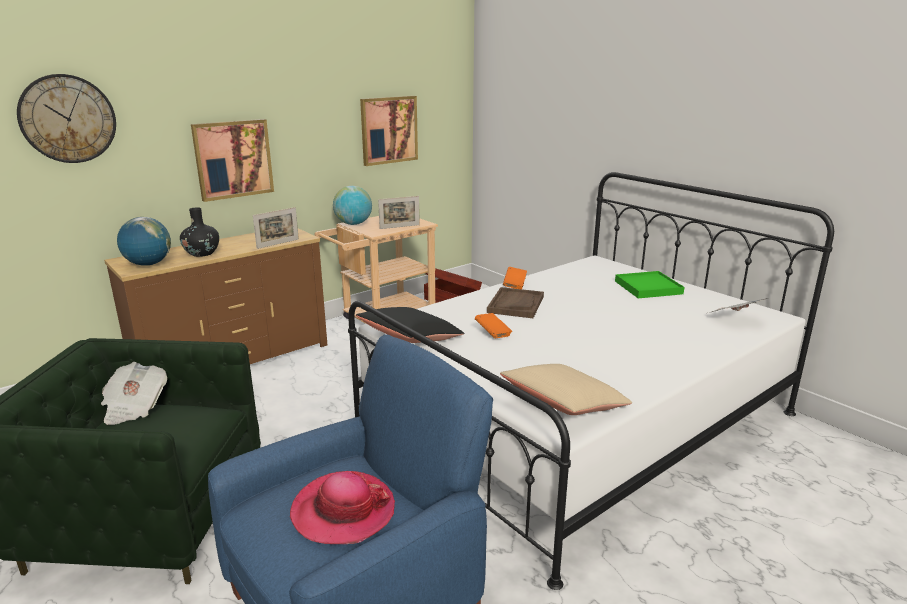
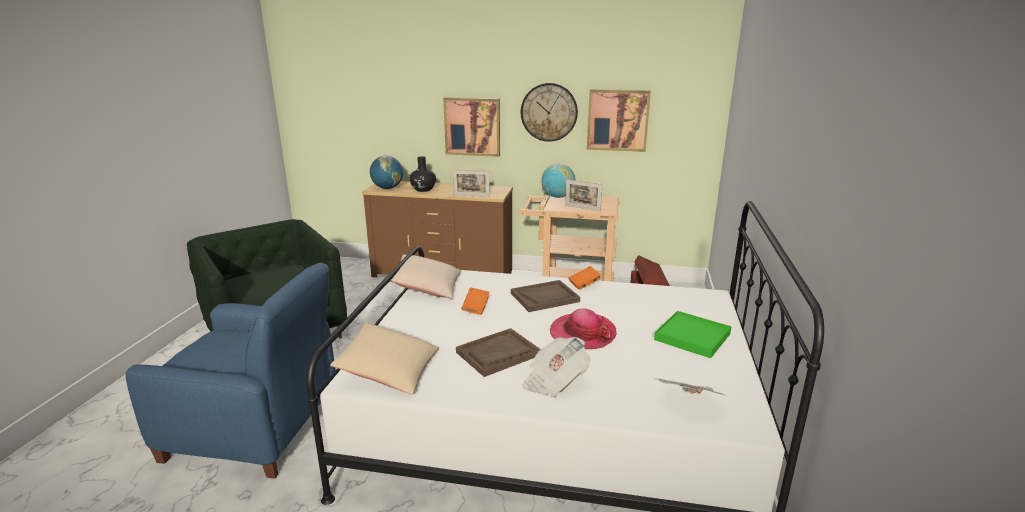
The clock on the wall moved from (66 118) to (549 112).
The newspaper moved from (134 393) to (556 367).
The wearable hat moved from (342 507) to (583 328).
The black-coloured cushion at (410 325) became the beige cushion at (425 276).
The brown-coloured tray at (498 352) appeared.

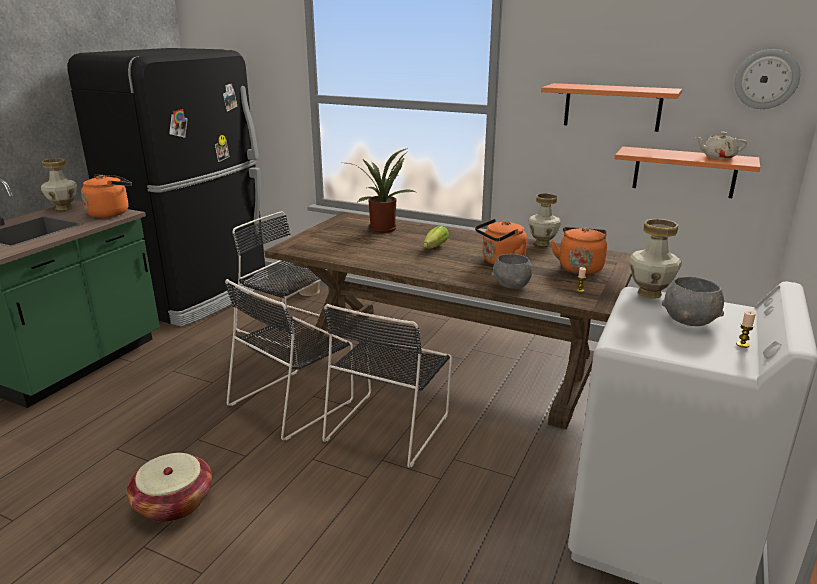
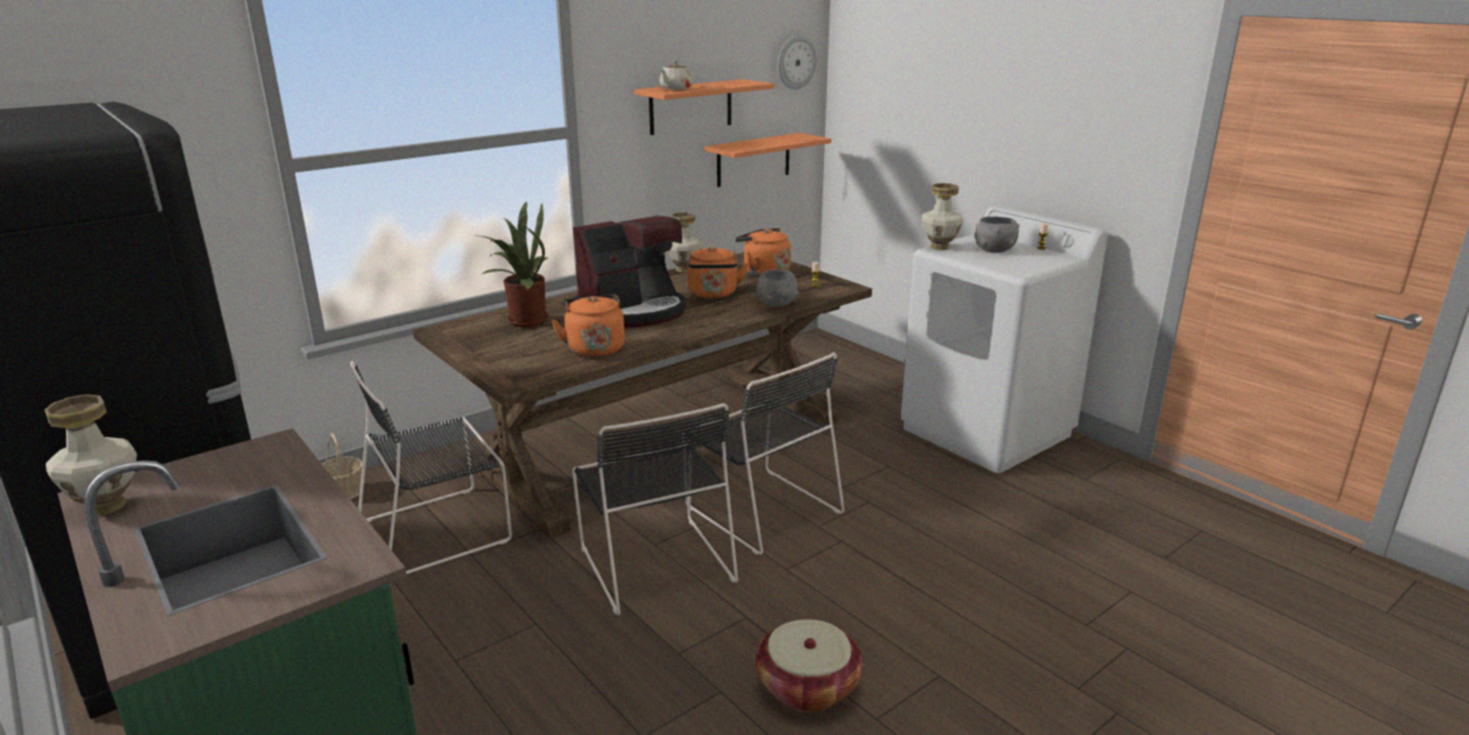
The orangey water kettle moved from (106 196) to (588 325).
The head of lettuce at (436 237) was replaced by the coffee maker at (629 271).
The beige tea pot moved from (721 145) to (676 75).

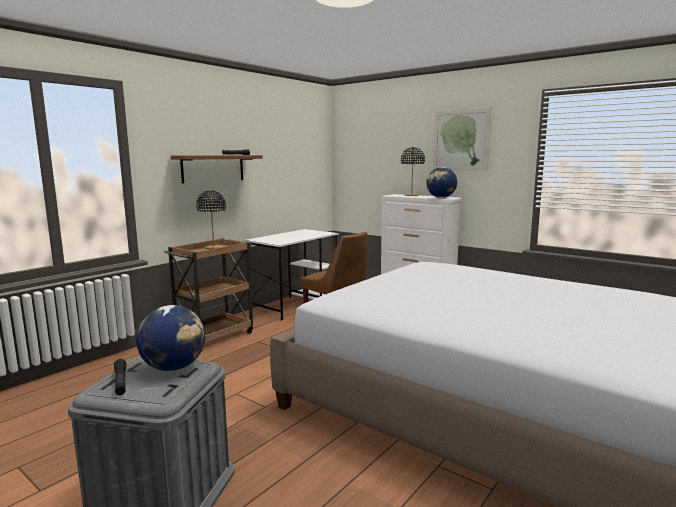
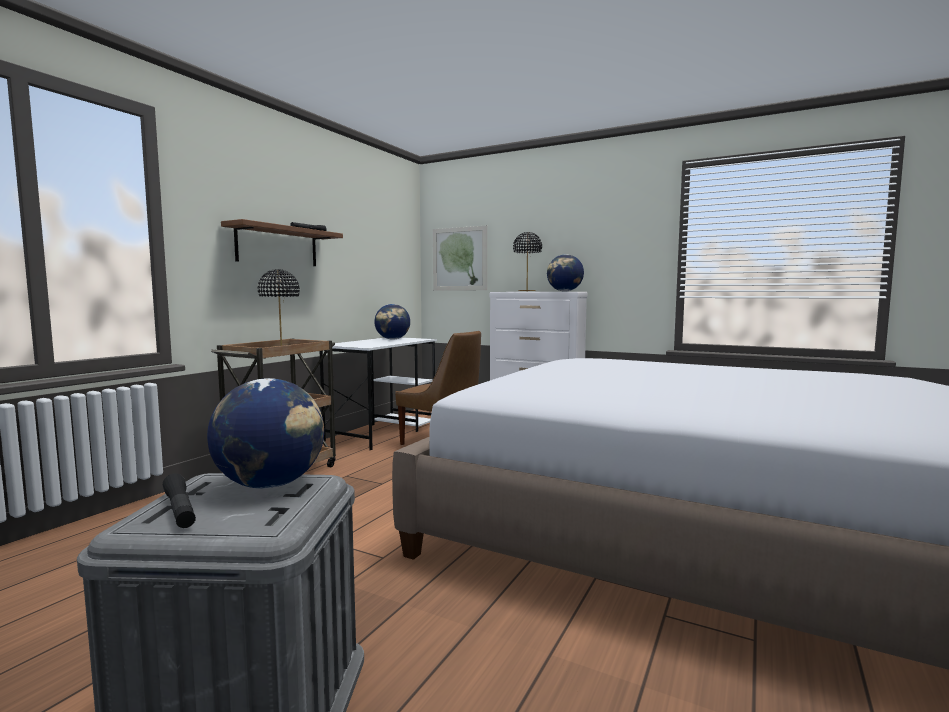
The wall picture moved from (462 139) to (460 258).
The desk globe at (392 322) appeared.

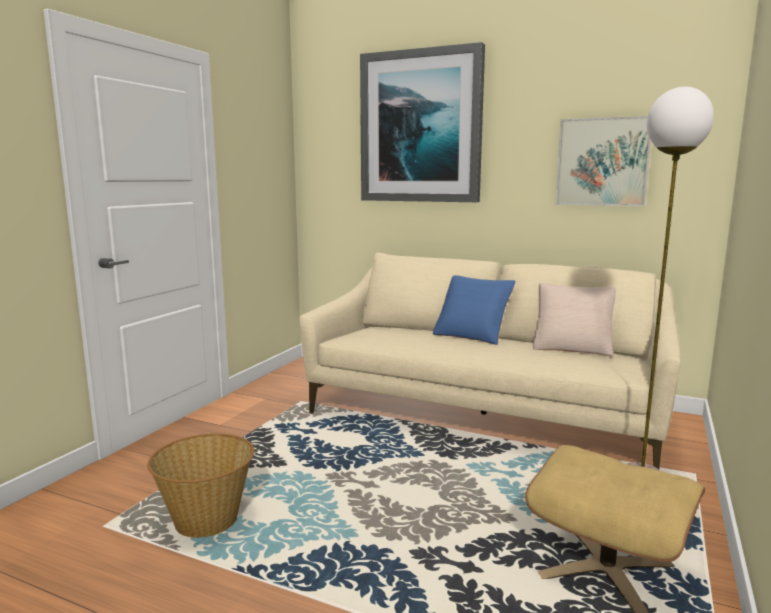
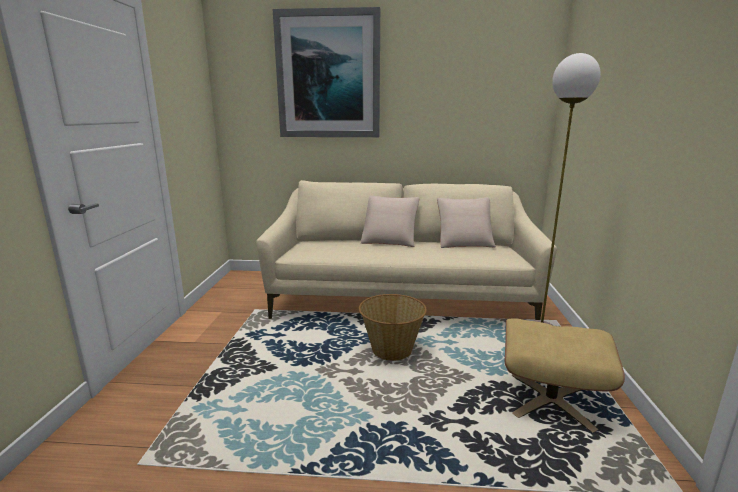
The storage basket moved from (201 485) to (393 327).
The blue cushion at (474 310) became the beige cushion at (390 221).
The wall picture at (603 161) disappeared.

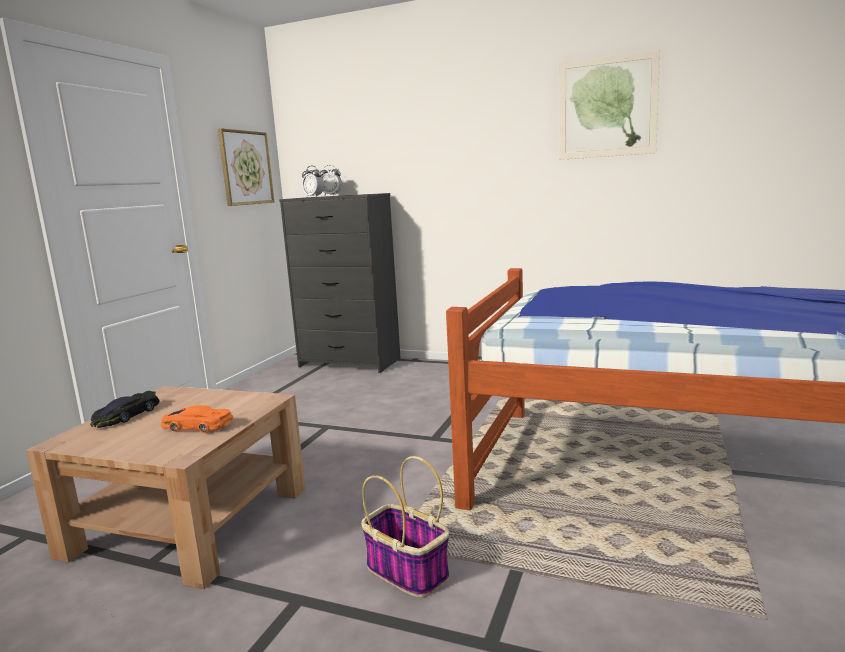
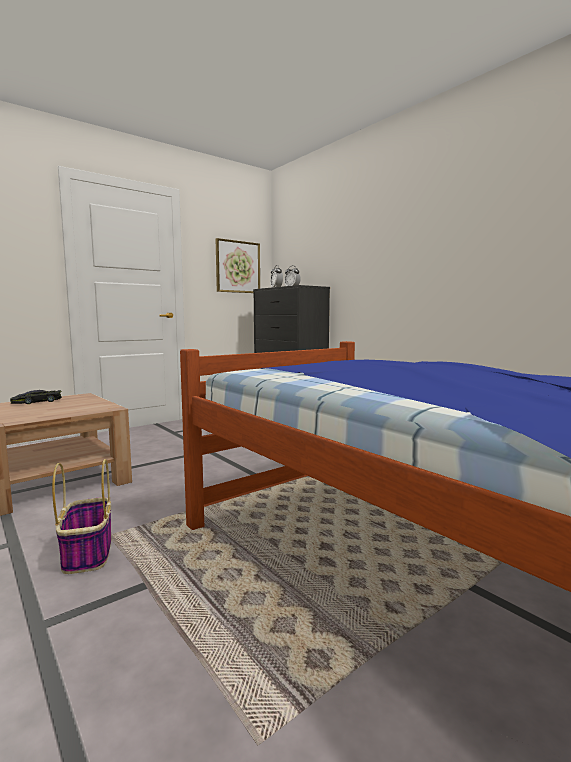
The orangey toy car at (197 419) disappeared.
The wall picture at (609 105) disappeared.

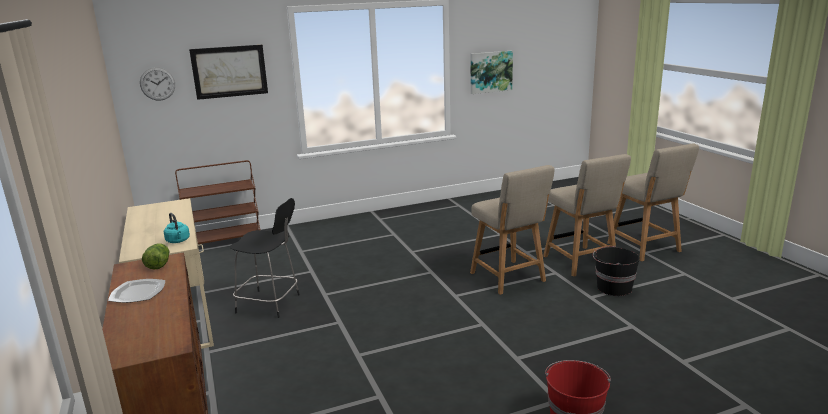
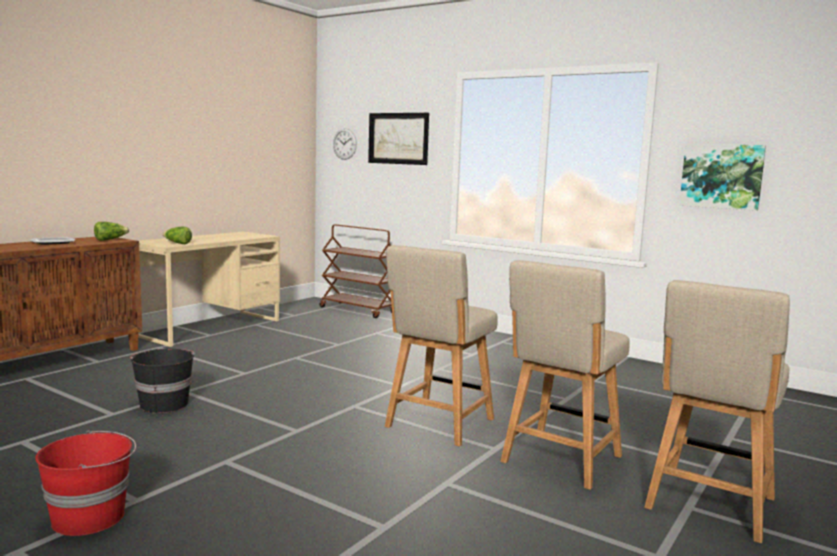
The turquoise-coloured water kettle at (177 228) was replaced by the head of lettuce at (177 235).
The black-coloured sitting stool at (265 258) disappeared.
The black-coloured pail moved from (616 271) to (162 381).

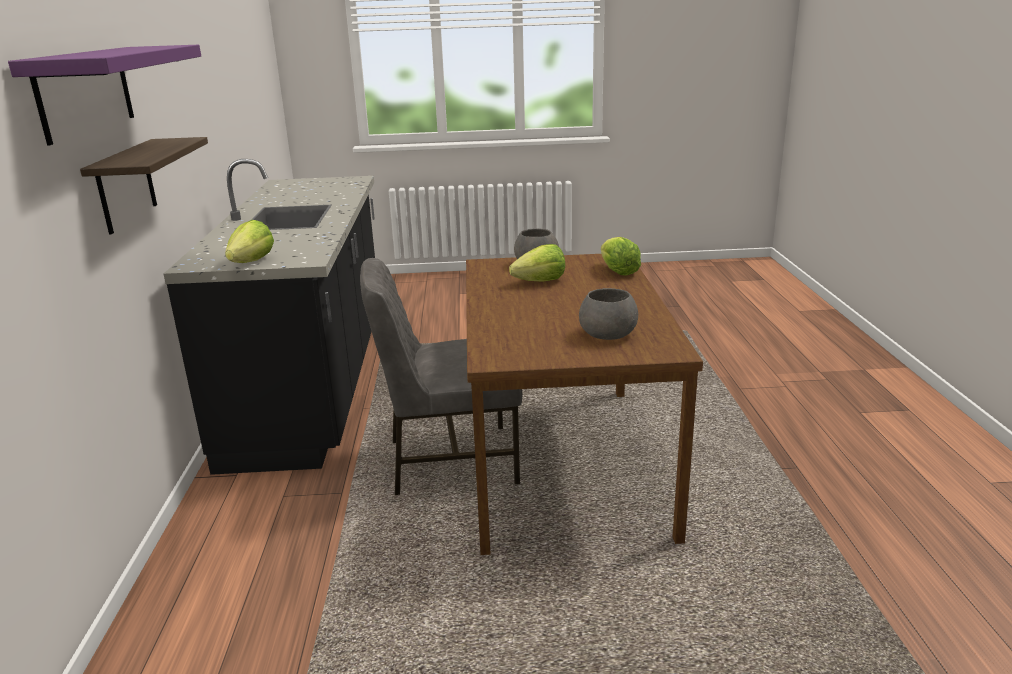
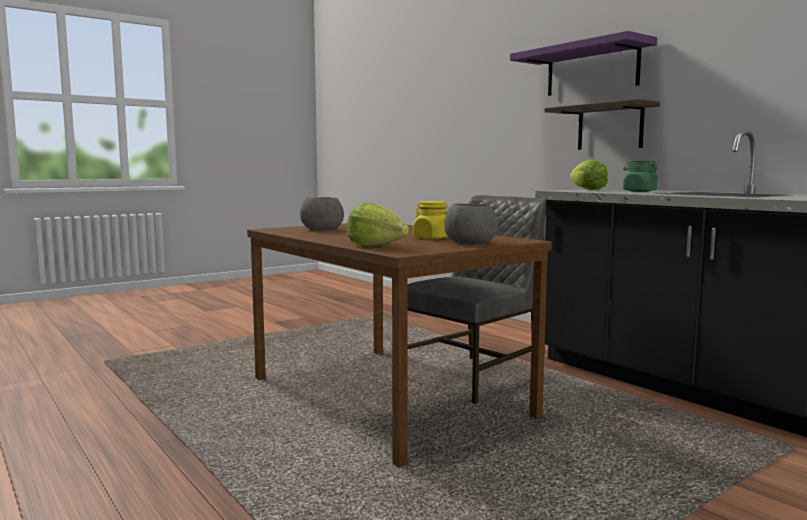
The head of lettuce at (537 263) was replaced by the yellow storage jar at (431 220).
The greenish storage jar at (640 176) appeared.

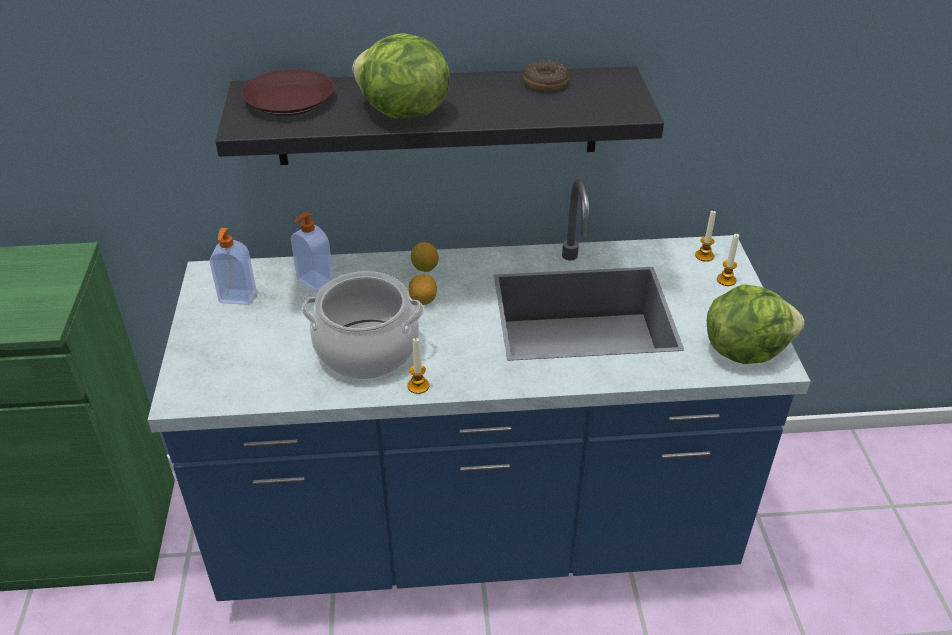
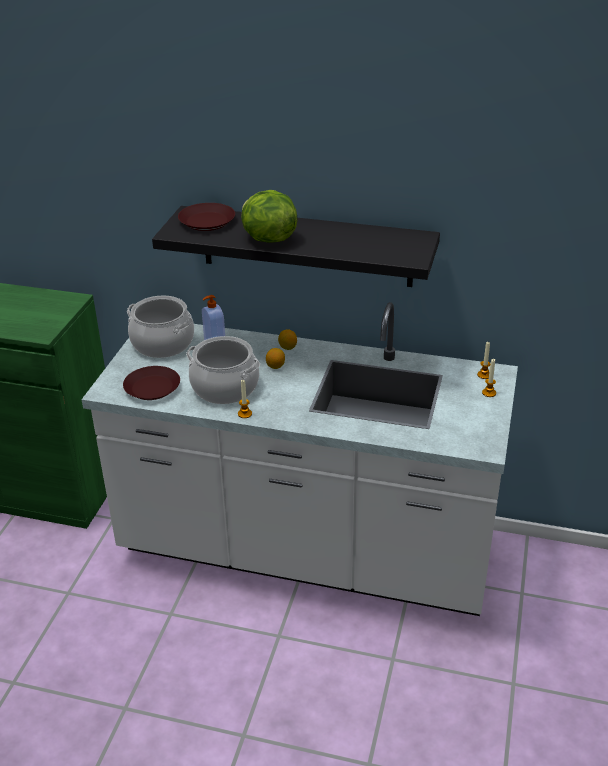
The blue kitchen base unit at (479 390) became the whitish kitchen base unit at (299 459).
The soap bottle at (233 266) was replaced by the cooking pot at (160 327).
The doughnut at (546 76) disappeared.
The head of lettuce at (755 324) disappeared.
The brown-coloured flat dish at (151 383) appeared.

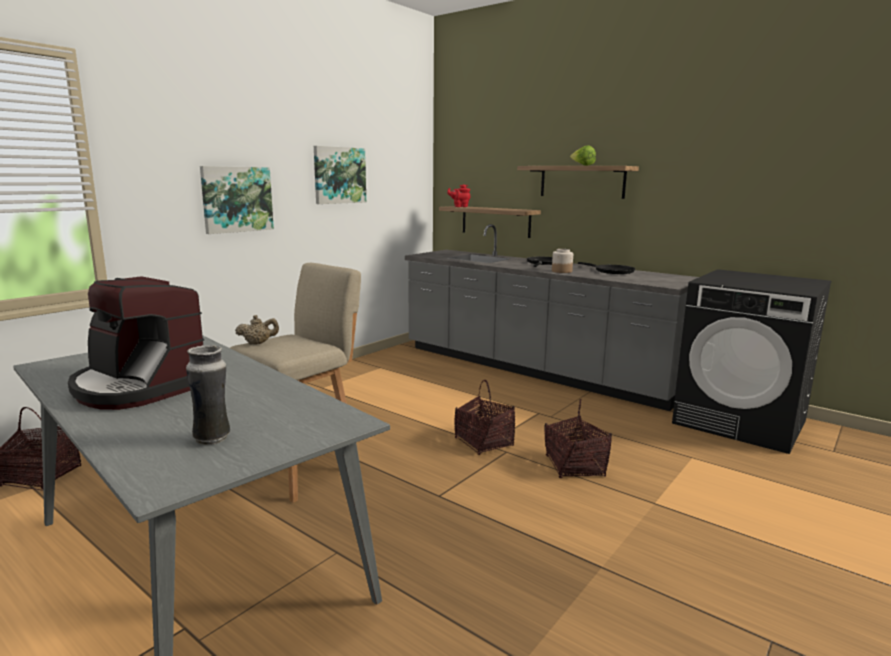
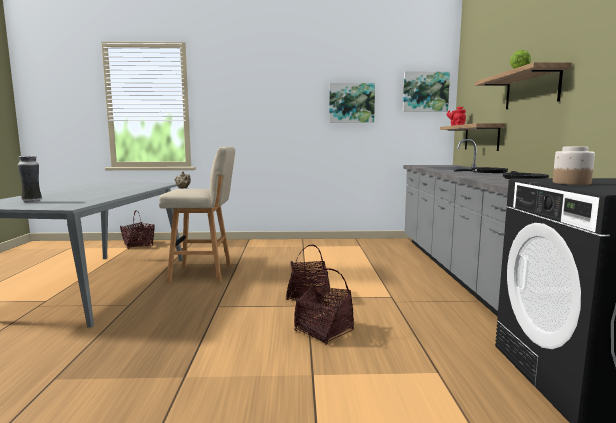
The coffee maker at (136 343) disappeared.
The wall picture moved from (237 200) to (426 91).
The storage jar moved from (562 261) to (574 166).

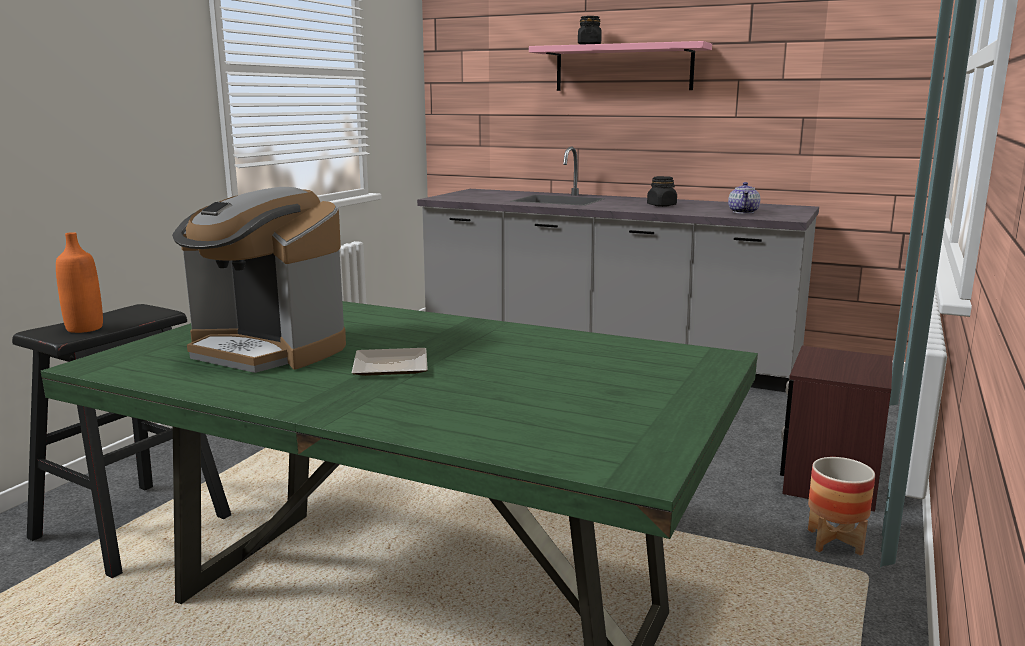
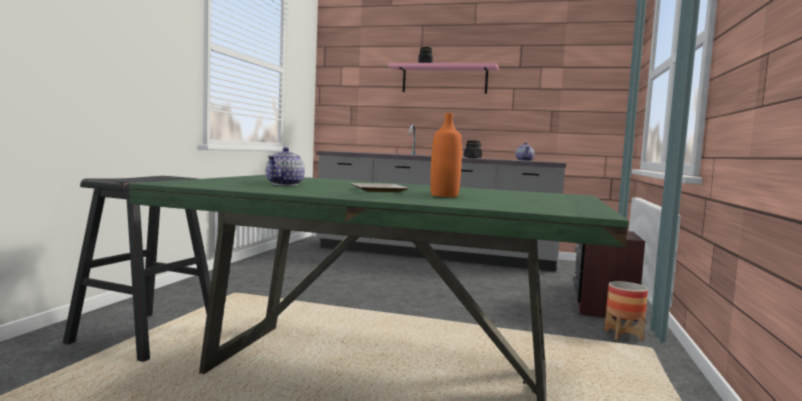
The orangey beverage bottle moved from (79 282) to (446 155).
The coffee maker at (259 280) was replaced by the tea pot at (285 166).

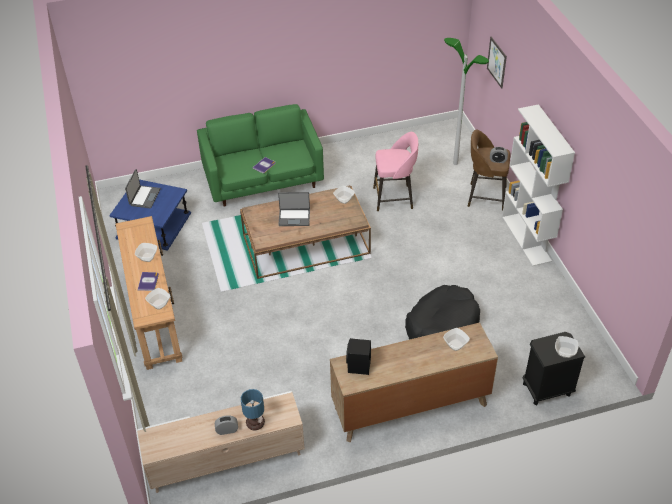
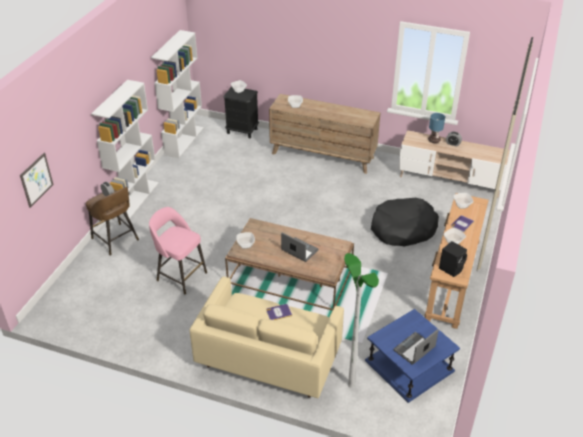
The greenish sofa at (260 155) became the beige sofa at (266 337).
The black-coloured audio speaker moved from (358 356) to (453 259).
The black-coloured pet bed moved from (442 312) to (405 222).
The standard lamp moved from (466 101) to (361 320).
The whitish shelving unit at (177 94) appeared.

